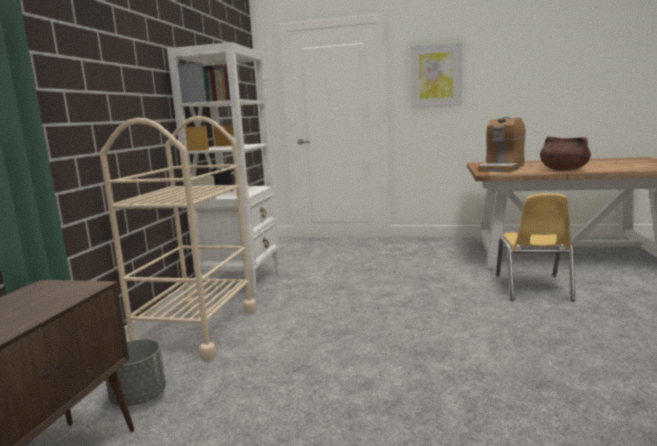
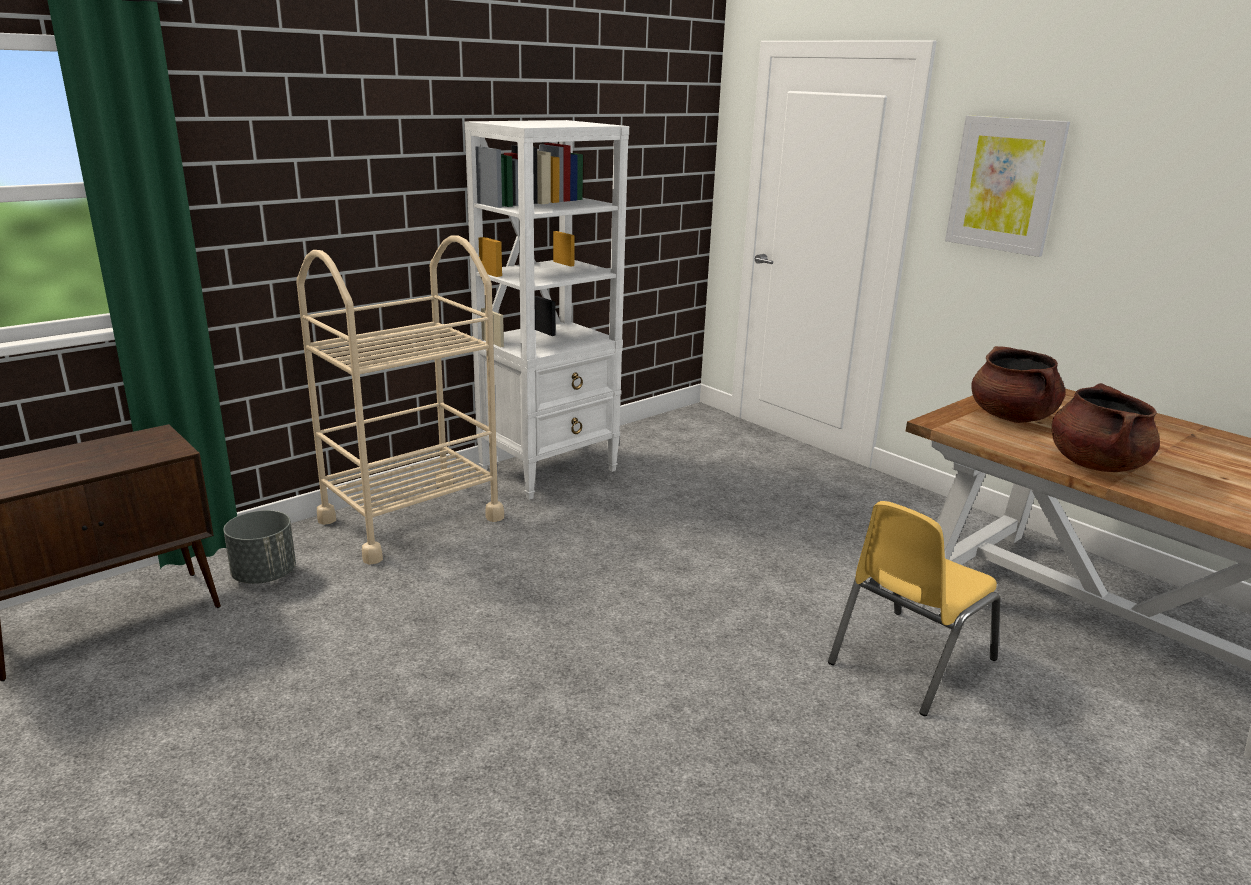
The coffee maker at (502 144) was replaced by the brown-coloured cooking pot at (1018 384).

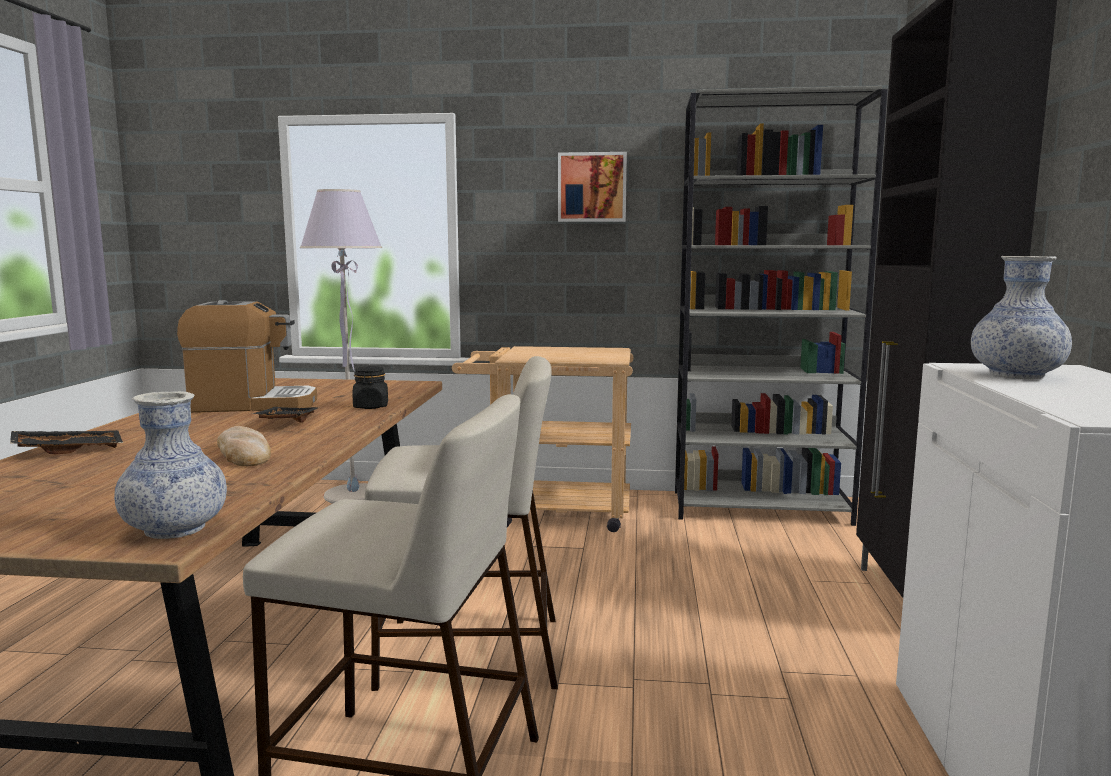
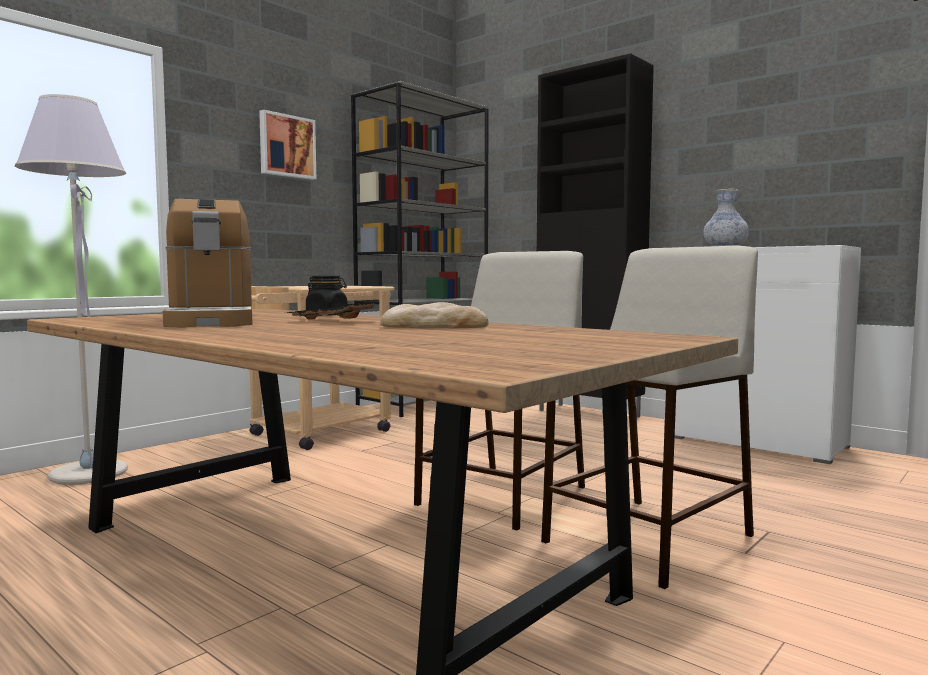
The black-coloured tray at (66 442) disappeared.
The decorative vase at (170 465) disappeared.
The coffee maker at (247 356) turned 135 degrees clockwise.

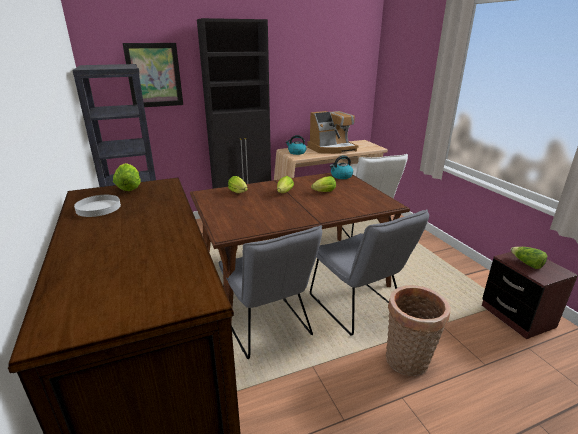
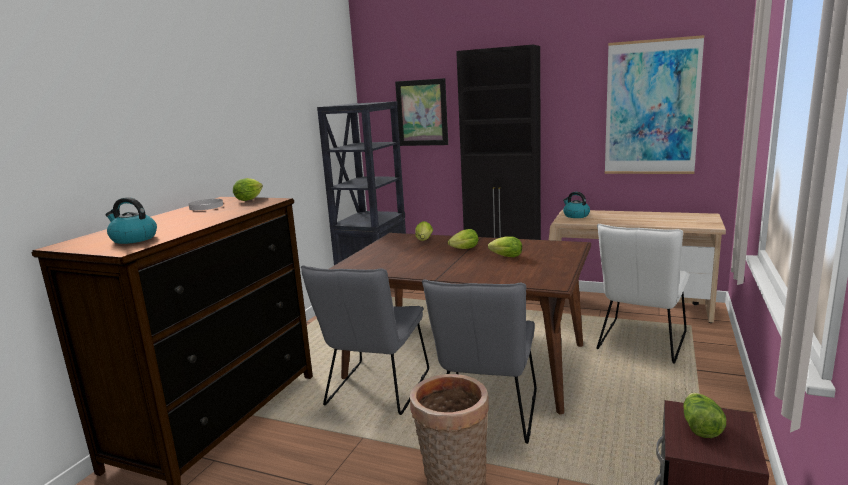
The coffee maker at (332 132) disappeared.
The water kettle moved from (341 167) to (131 220).
The wall picture at (654 104) appeared.

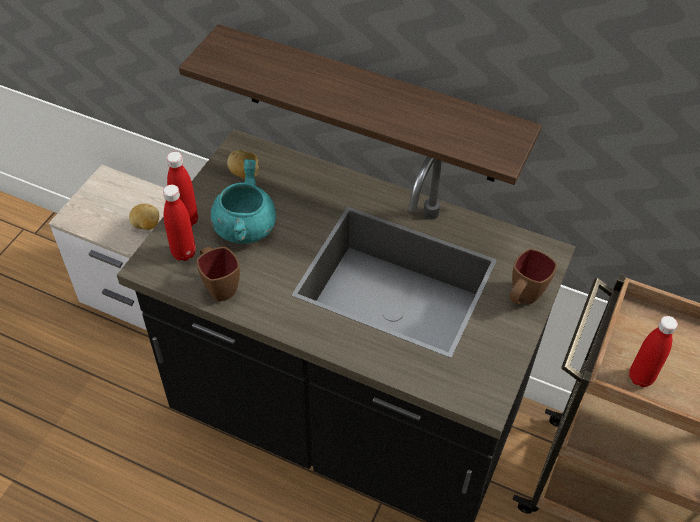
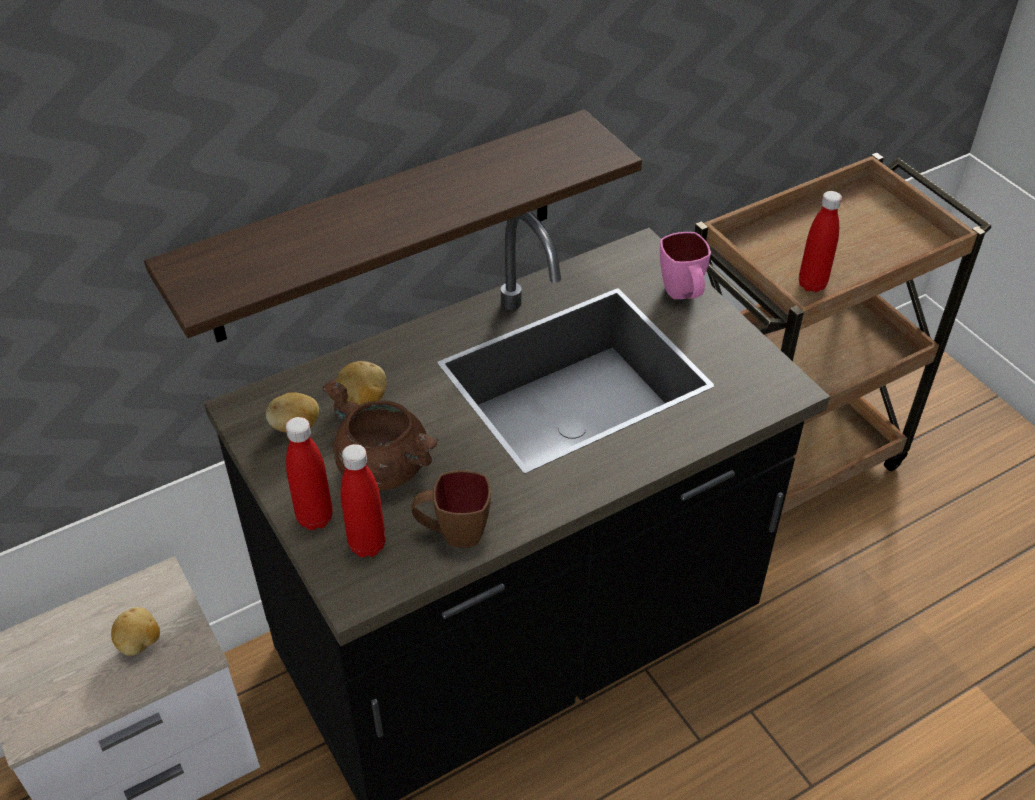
The turquoise-coloured cooking pot at (243 201) became the brown-coloured cooking pot at (380 435).
The brown-coloured coffee mug at (533 276) became the pink-coloured coffee mug at (685 265).
The potato at (361 383) appeared.

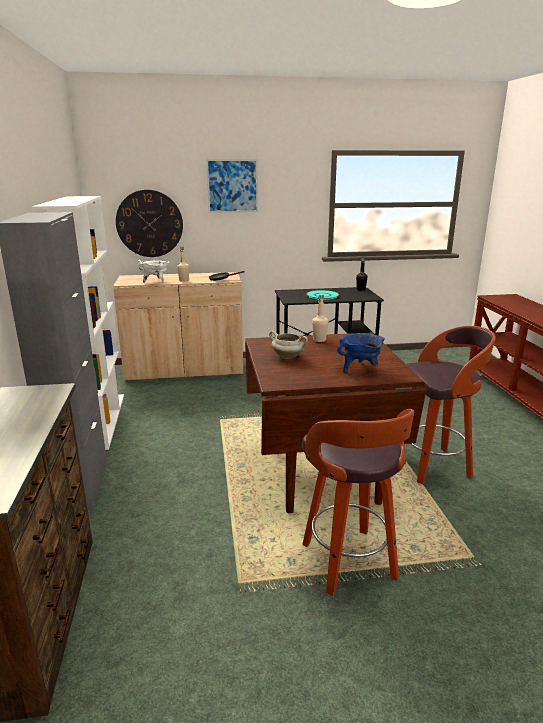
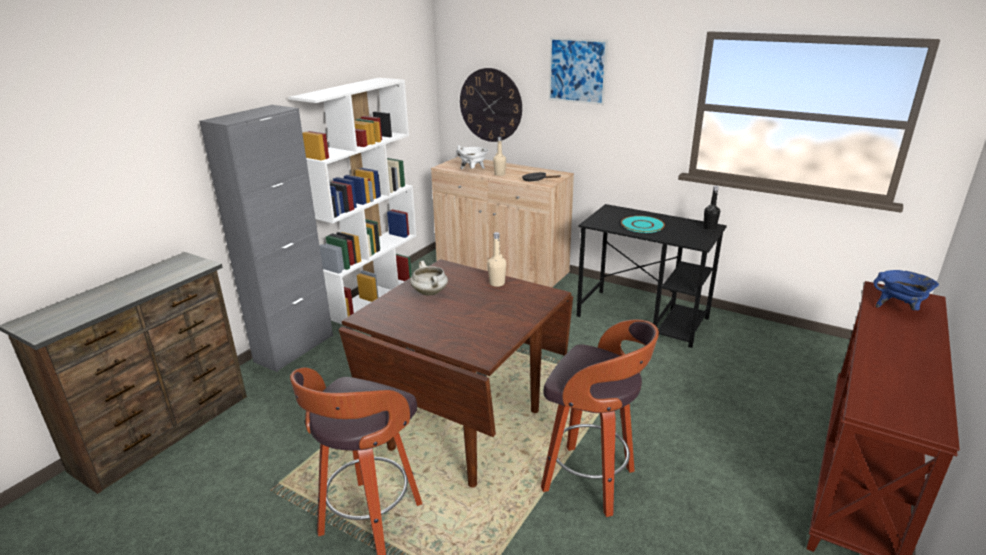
The blue cooking pot moved from (361 352) to (906 290).

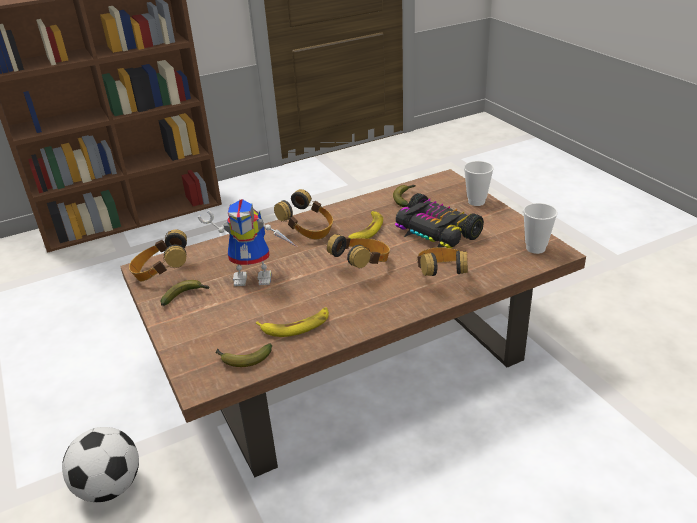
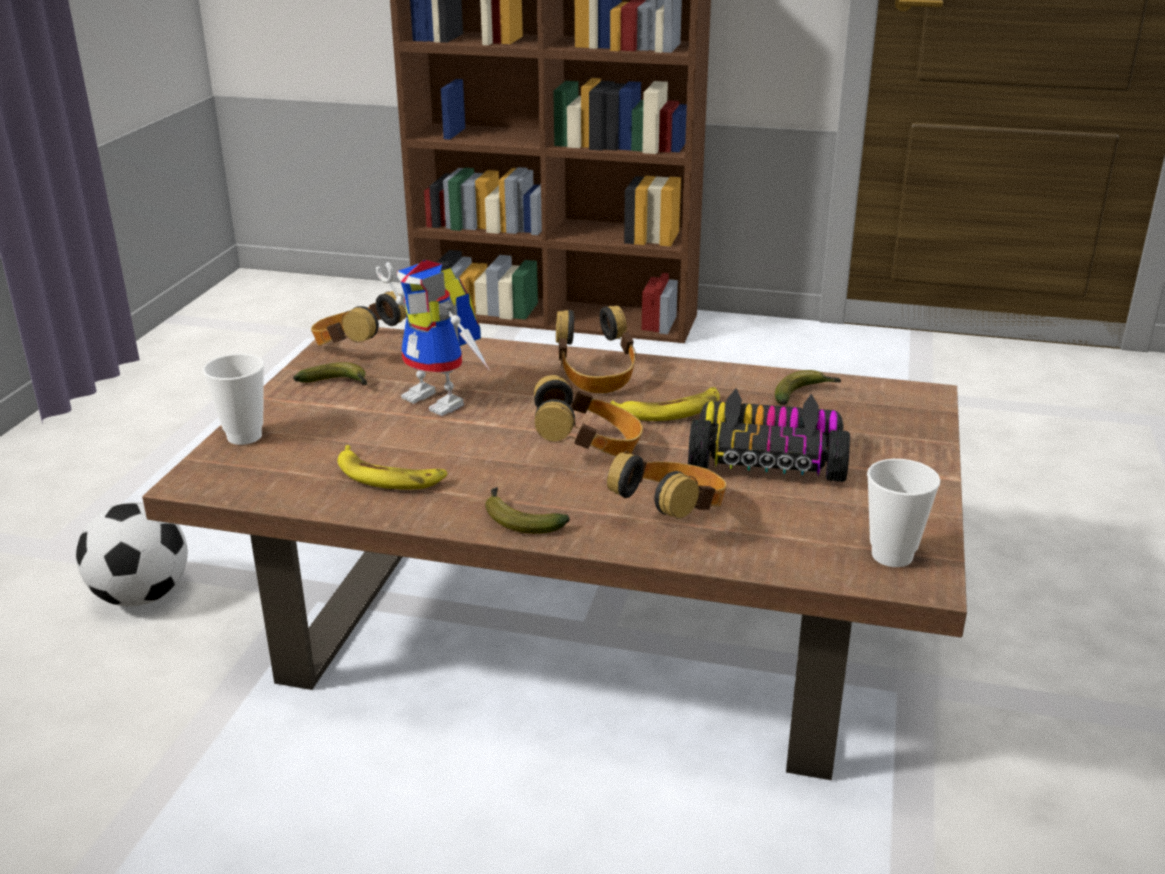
The whole banana moved from (243 355) to (527 510).
The toy car at (439 220) turned 105 degrees clockwise.
The small cup moved from (479 183) to (233 399).

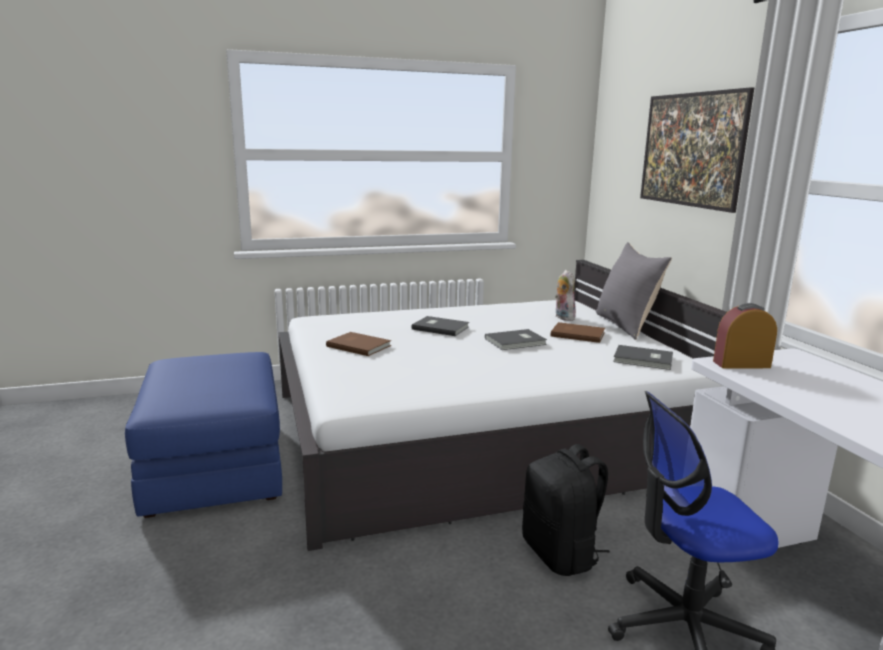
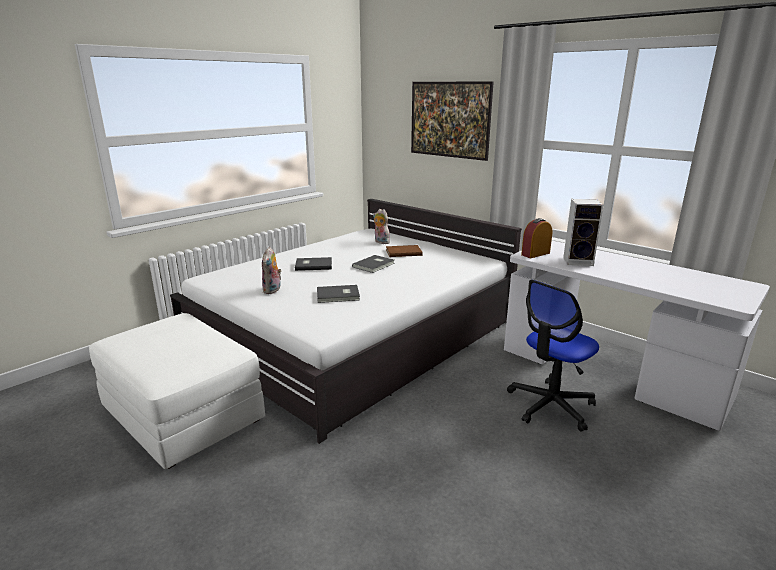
The blue footrest at (203 435) became the whitish footrest at (177 391).
The brown-coloured bound book at (358 344) was replaced by the cuddly toy at (272 270).
The black-coloured rucksack at (566 510) disappeared.
The gray cushion at (634 291) disappeared.
The gray bound book moved from (643 357) to (338 294).
The audio speaker at (583 232) appeared.

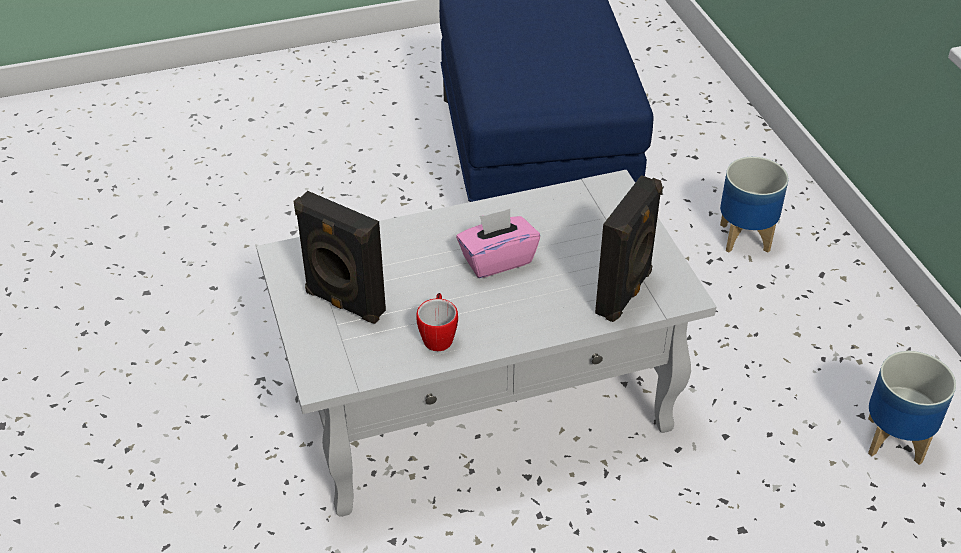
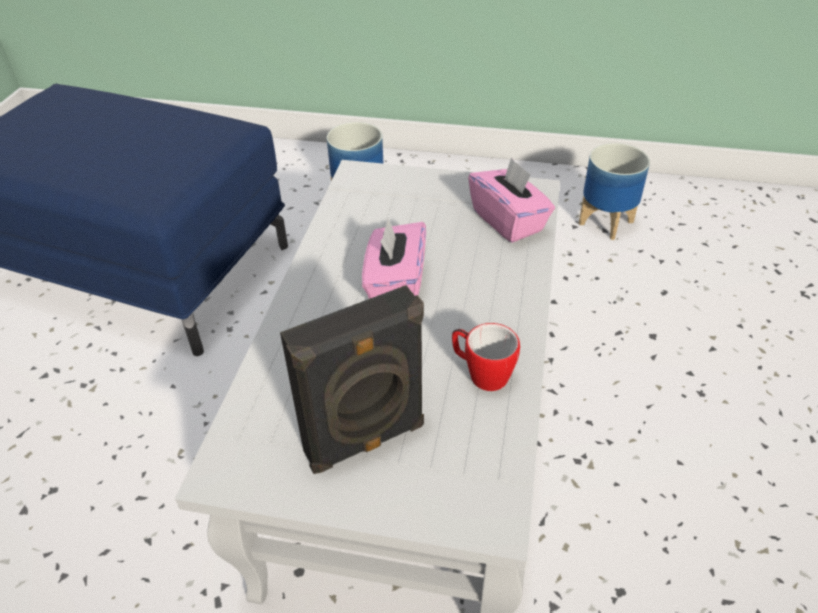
The black-coloured audio speaker at (629 248) was replaced by the pink-coloured tissue box at (511 200).

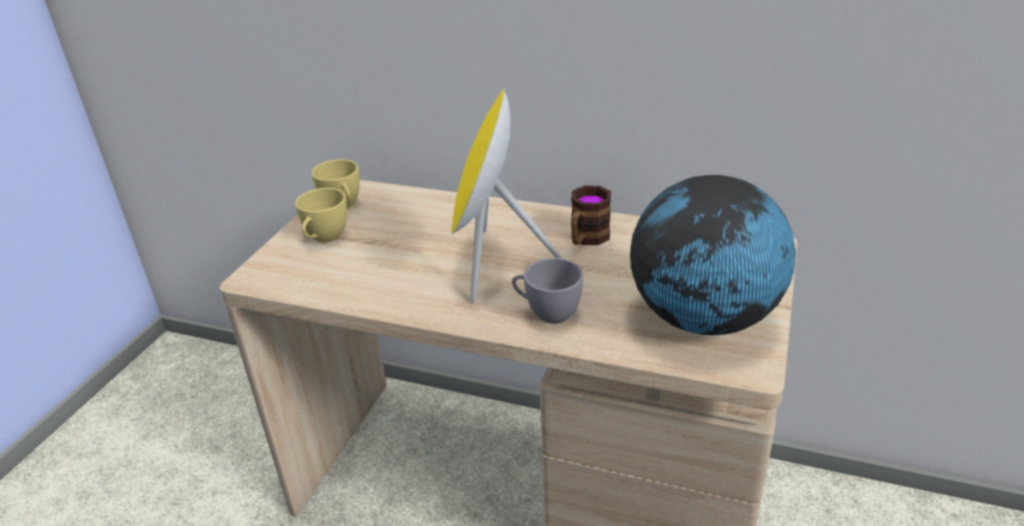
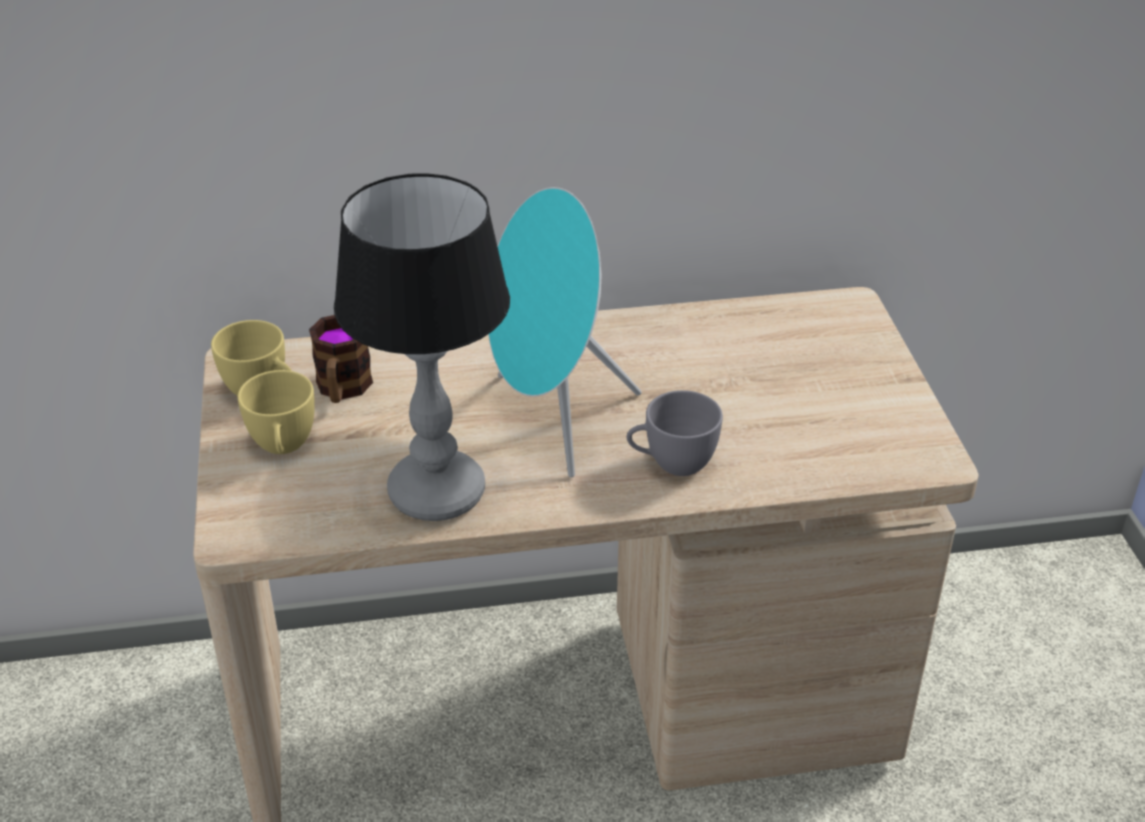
The yellow audio speaker at (507 195) became the turquoise-coloured audio speaker at (564 332).
The coffee mug moved from (591 215) to (341 359).
The desk globe at (713 255) disappeared.
The tabletop lamp at (422 347) appeared.

